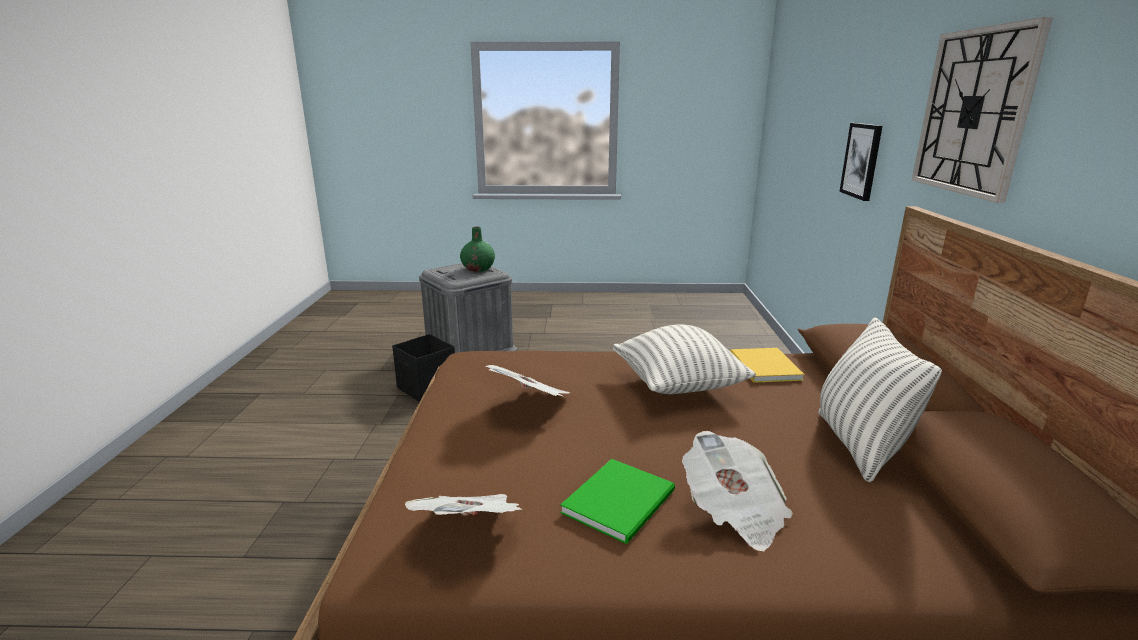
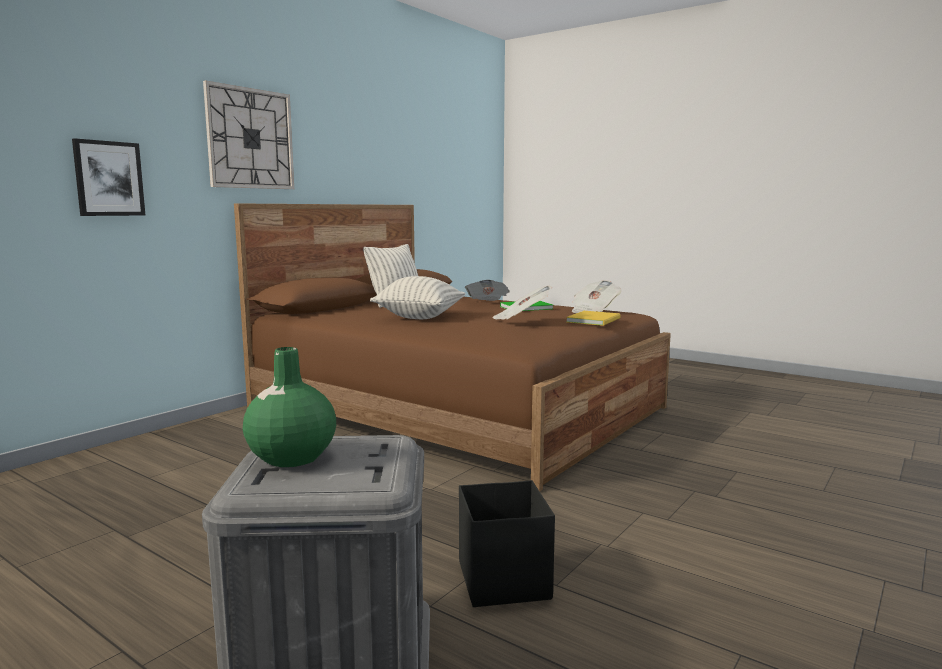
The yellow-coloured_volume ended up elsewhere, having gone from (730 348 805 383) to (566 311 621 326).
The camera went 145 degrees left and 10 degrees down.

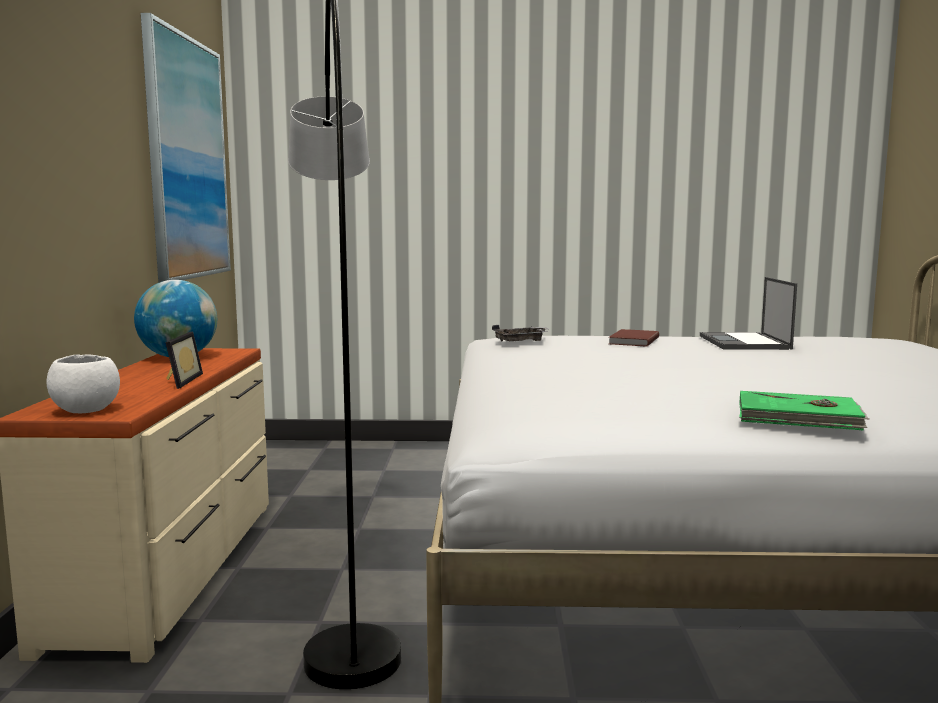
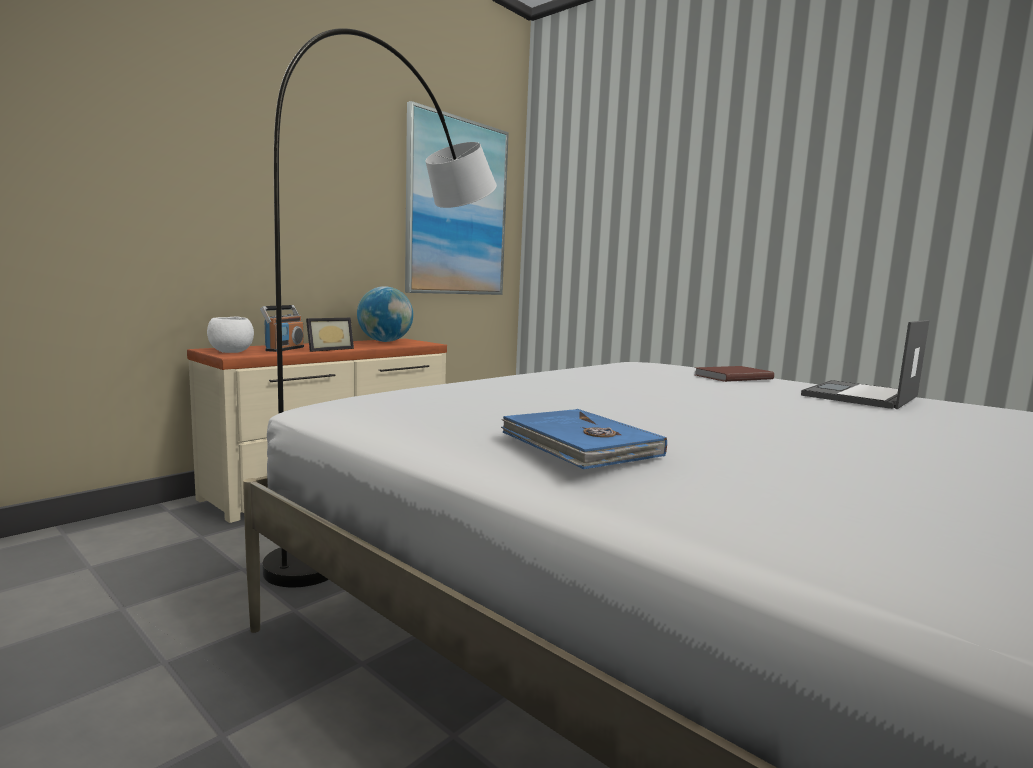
The second view gained the radio_receiver at (260 305 304 352).
What was the greenish_volume at (739 391 869 431) turned into the blue_volume at (501 409 667 469).
The second view lost the grey_carrying_tray at (492 325 549 341).
The camera went 40 degrees right and 0 degrees up.

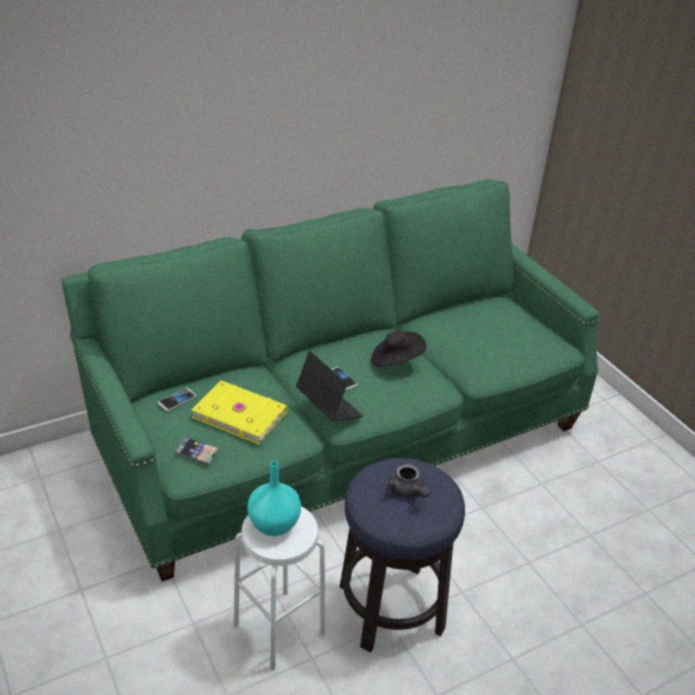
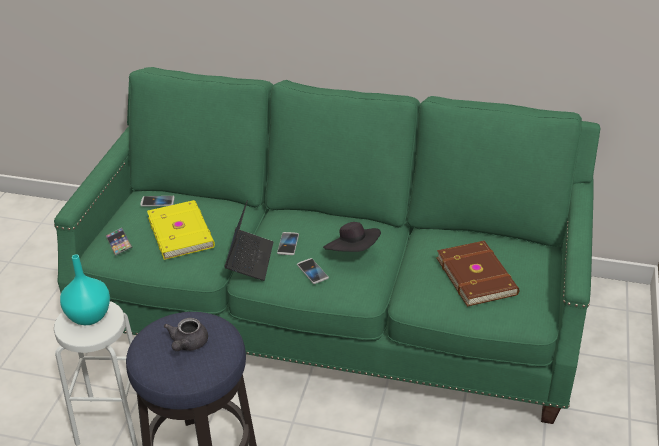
The second view gained the handset at (297 258 329 284).
The second view gained the brownish_volume at (437 241 519 307).
The camera went 45 degrees right and 0 degrees up.

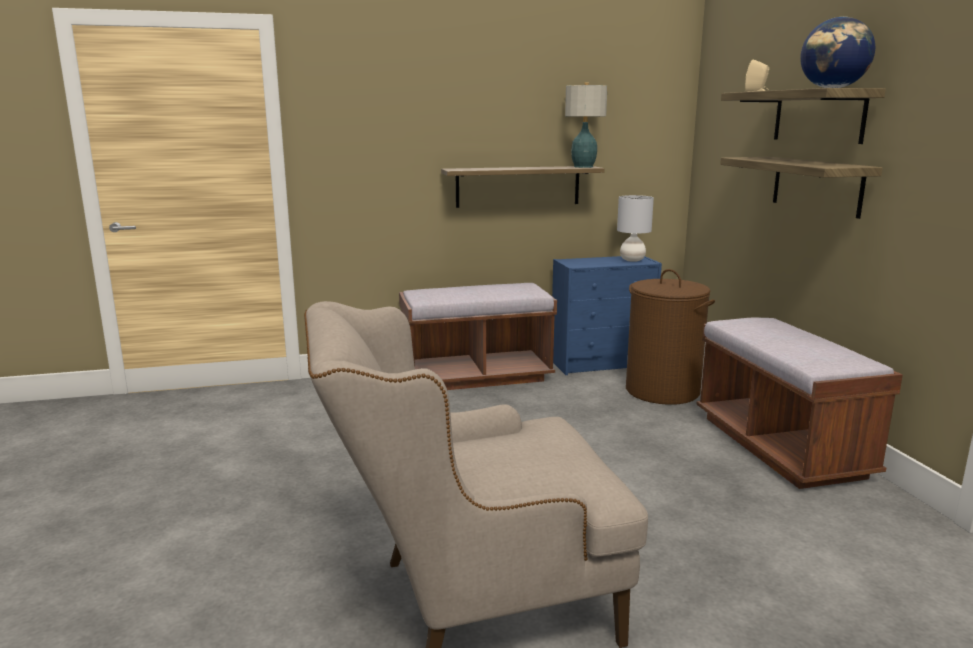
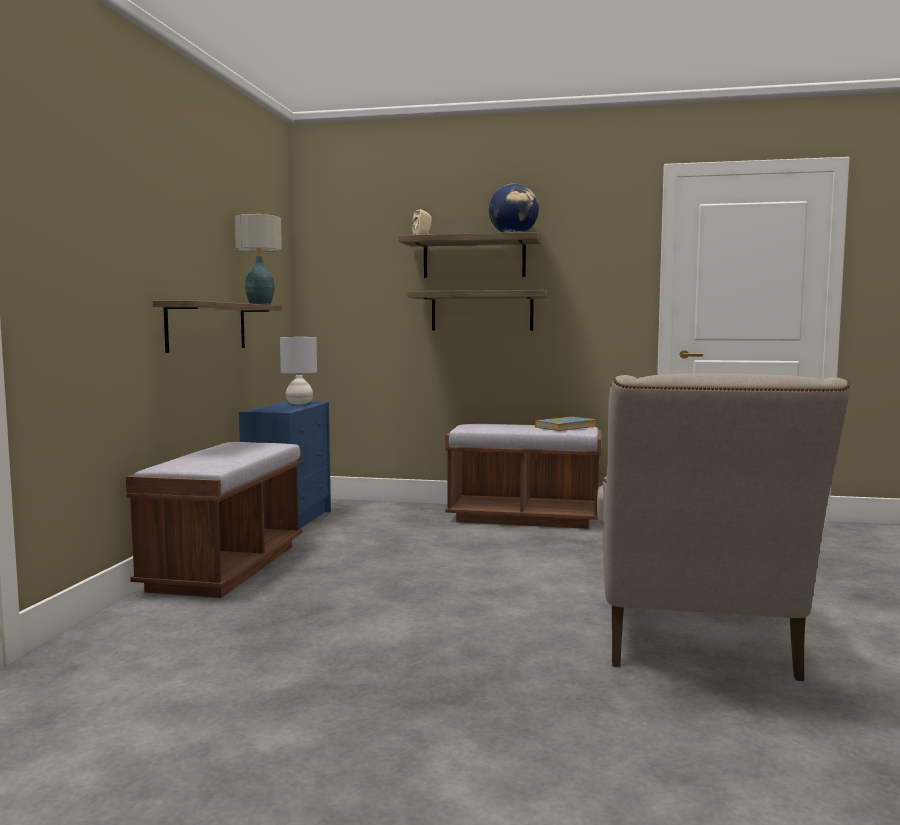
The second view gained the volume at (535 416 596 431).
The second view lost the brownish_washing_basket at (626 269 715 405).
The camera went 65 degrees left and 10 degrees down.

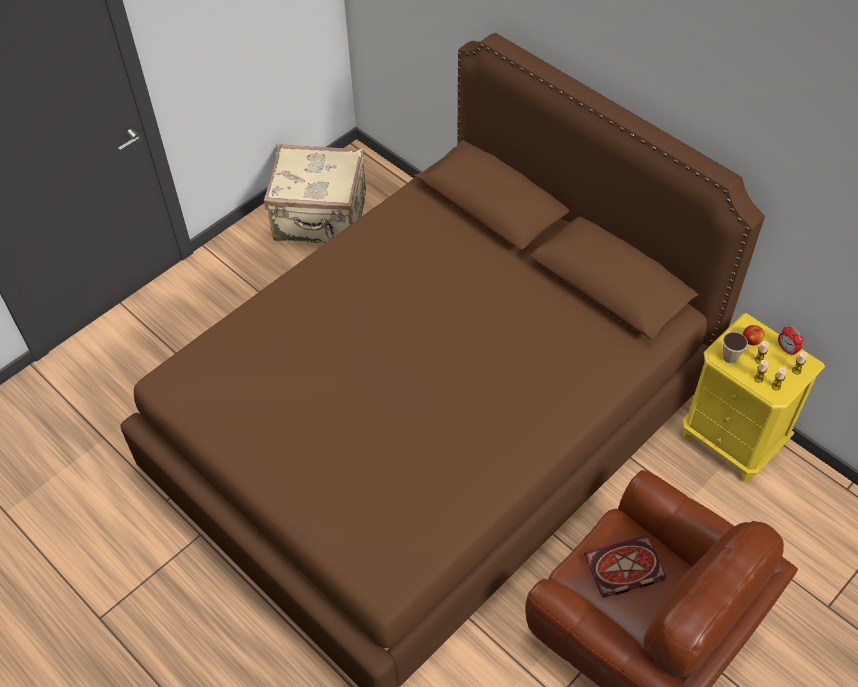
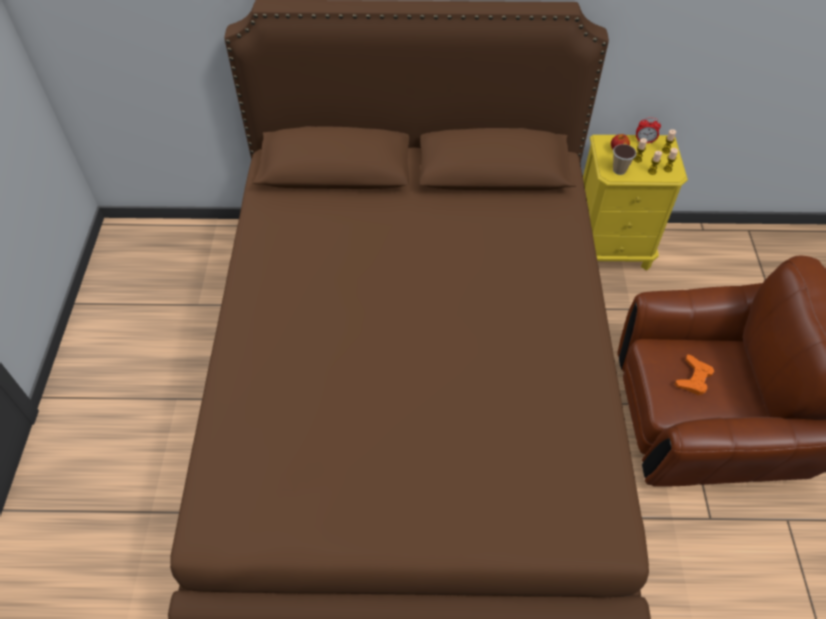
Where the volume stood at (584 535 666 598), the orangey_joypad came to stand at (675 354 714 395).
The second view lost the beige-coloured_piece_of_luggage at (264 144 366 243).
The camera went 45 degrees left and 0 degrees up.

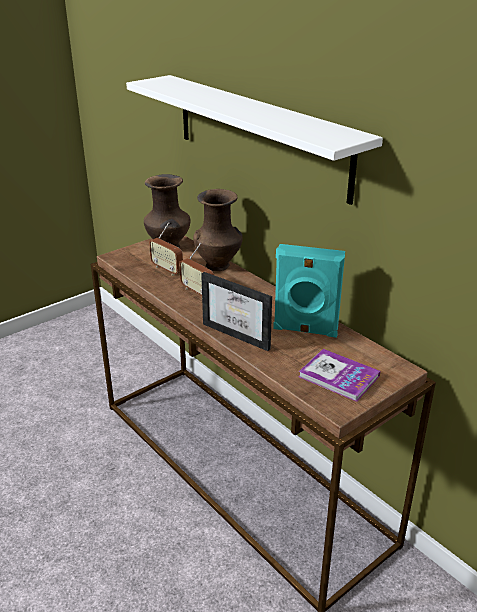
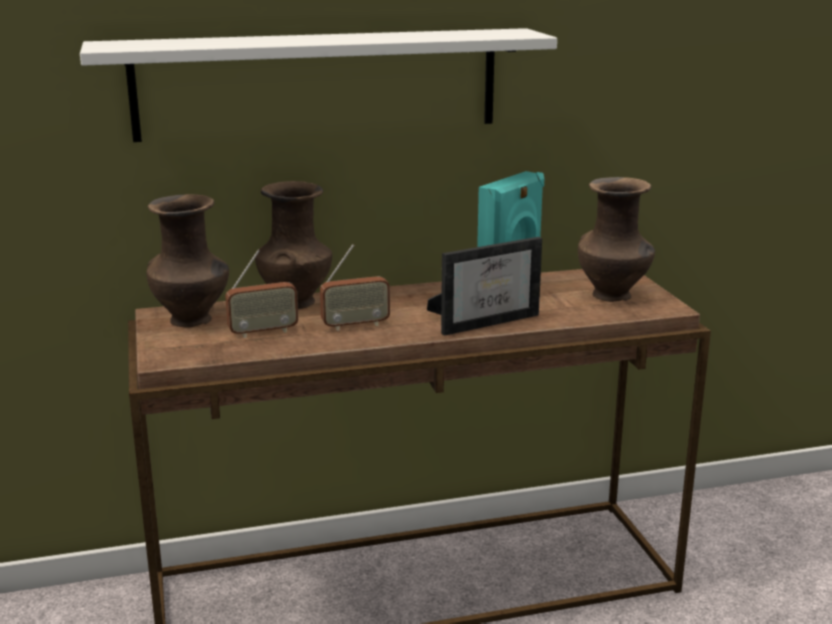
Where the volume stood at (299 349 380 402), the brownish_decorative_vase came to stand at (578 177 655 302).
The camera went 65 degrees left and 10 degrees down.

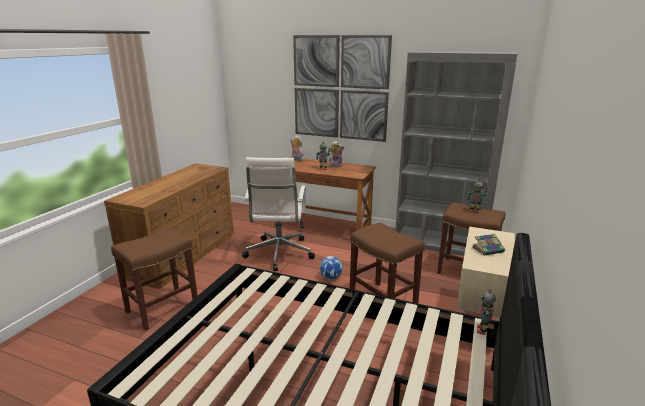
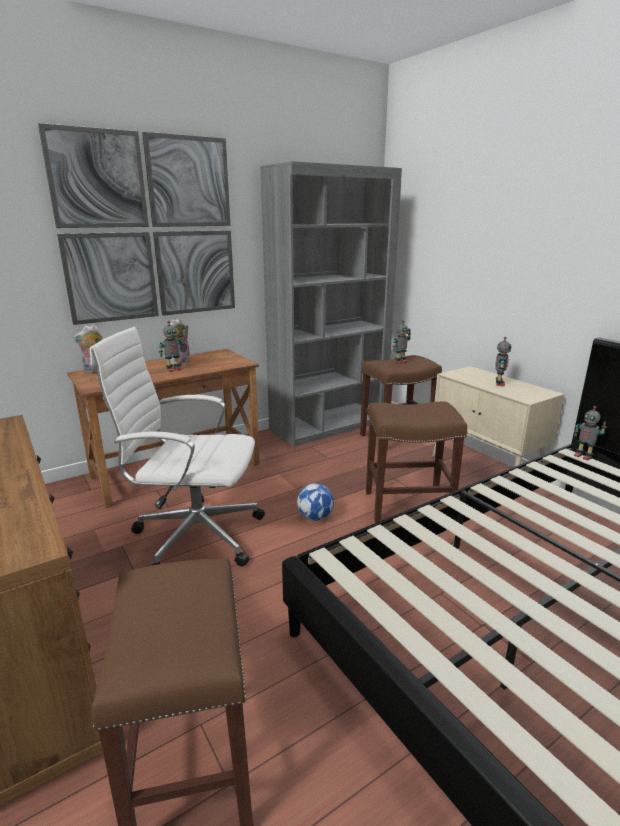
The white-coloured_desk_chair at (242 157 315 271) ended up facing another way, 150 degrees clockwise from before.
Where the volume stood at (472 234 505 256), the toy_robot came to stand at (495 337 511 387).
The camera went 55 degrees left and 0 degrees up.

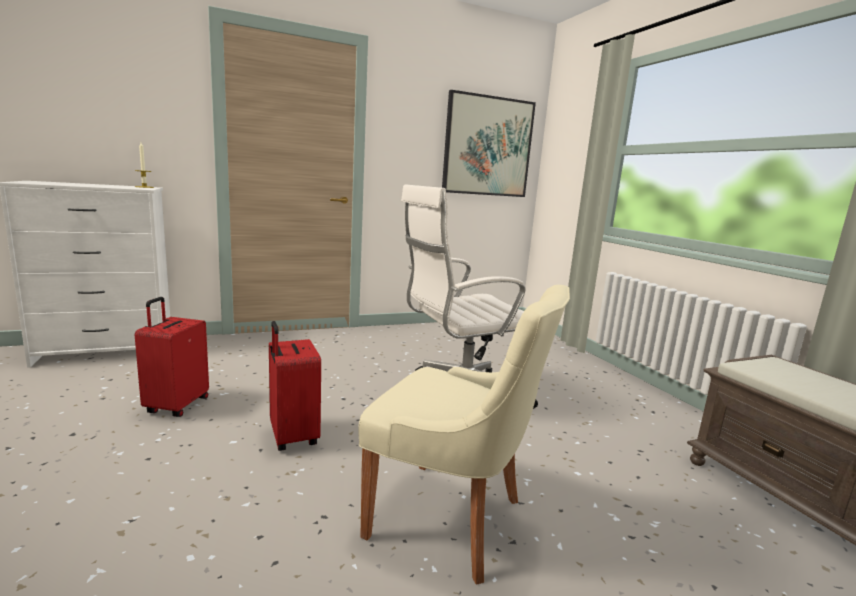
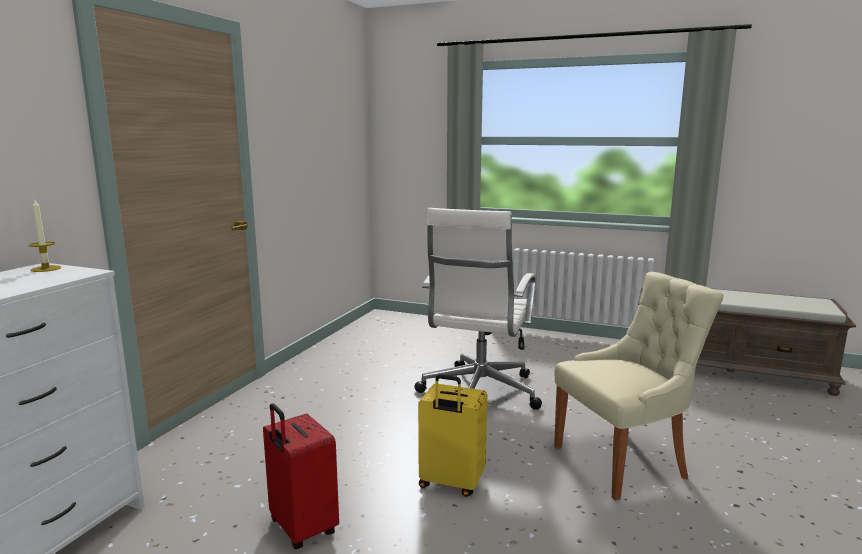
What was the reddish_piece_of_luggage at (269 321 321 451) turned into the yellow-coloured_piece_of_luggage at (418 374 488 497).
The second view lost the picture at (442 90 536 197).
The camera went 45 degrees left and 0 degrees up.

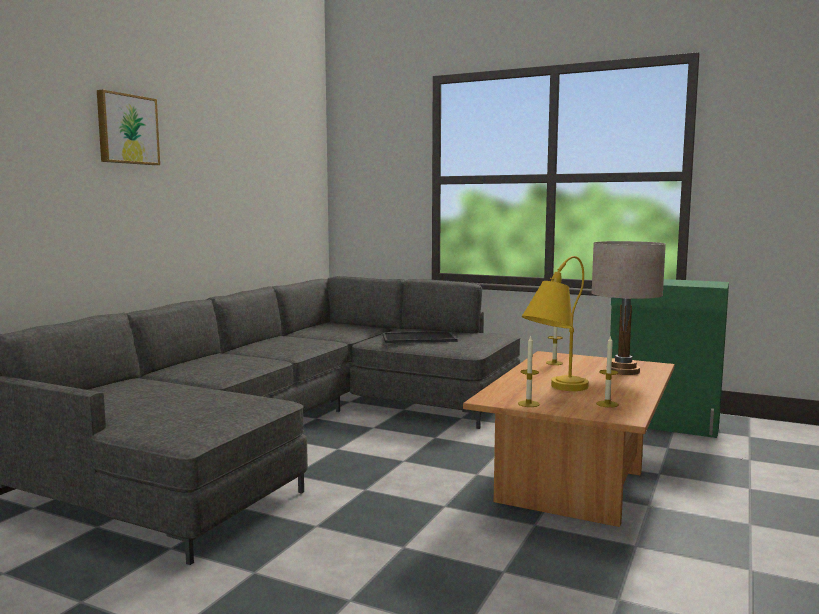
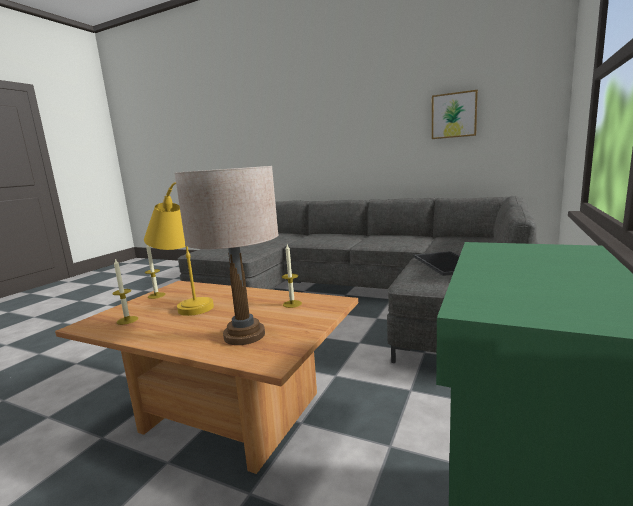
The picture ended up elsewhere, having gone from (97 90 160 165) to (432 90 478 139).
The camera went 90 degrees right and 5 degrees up.

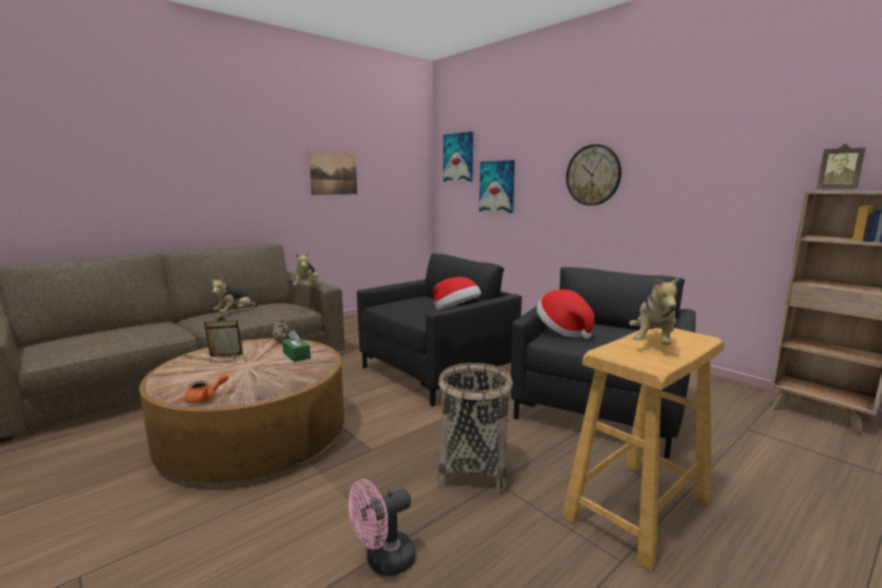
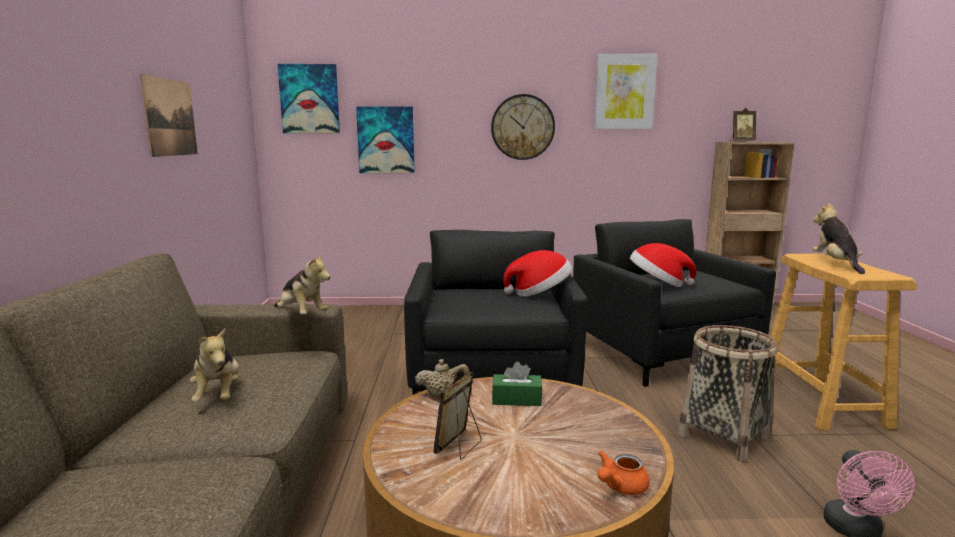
The second view gained the picture at (594 54 657 129).
The orangey_teapot at (185 374 229 404) ended up facing another way, 135 degrees counterclockwise from before.
The plush_toy at (629 276 680 345) ended up facing another way, 150 degrees counterclockwise from before.
The camera went 50 degrees left and 0 degrees up.

